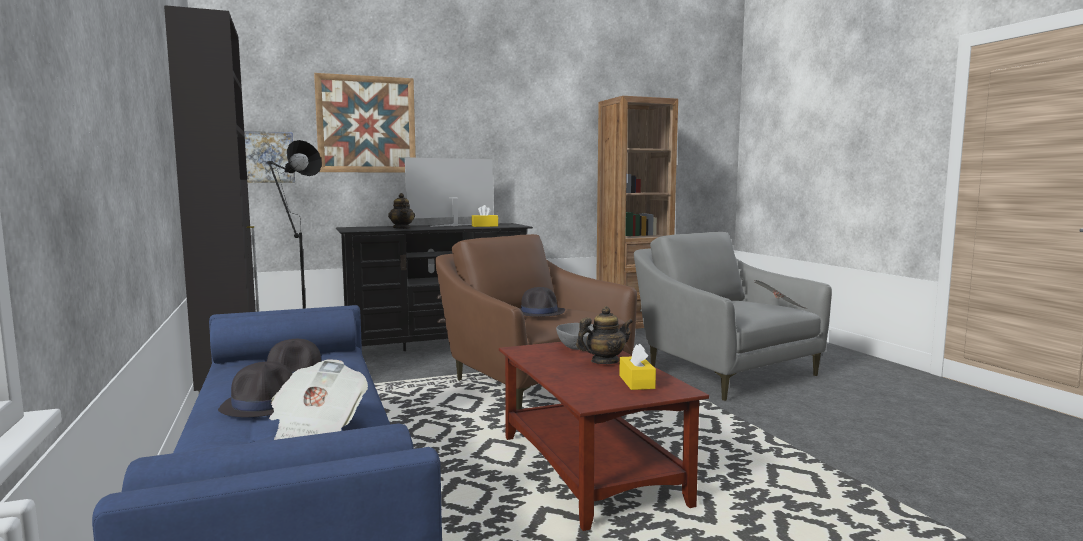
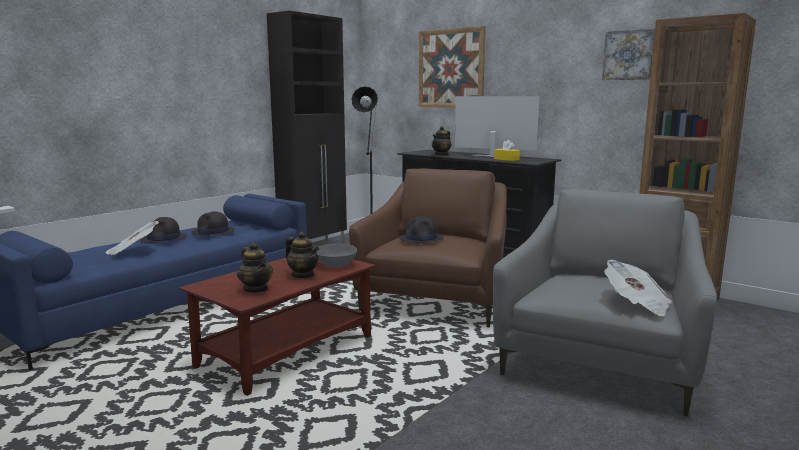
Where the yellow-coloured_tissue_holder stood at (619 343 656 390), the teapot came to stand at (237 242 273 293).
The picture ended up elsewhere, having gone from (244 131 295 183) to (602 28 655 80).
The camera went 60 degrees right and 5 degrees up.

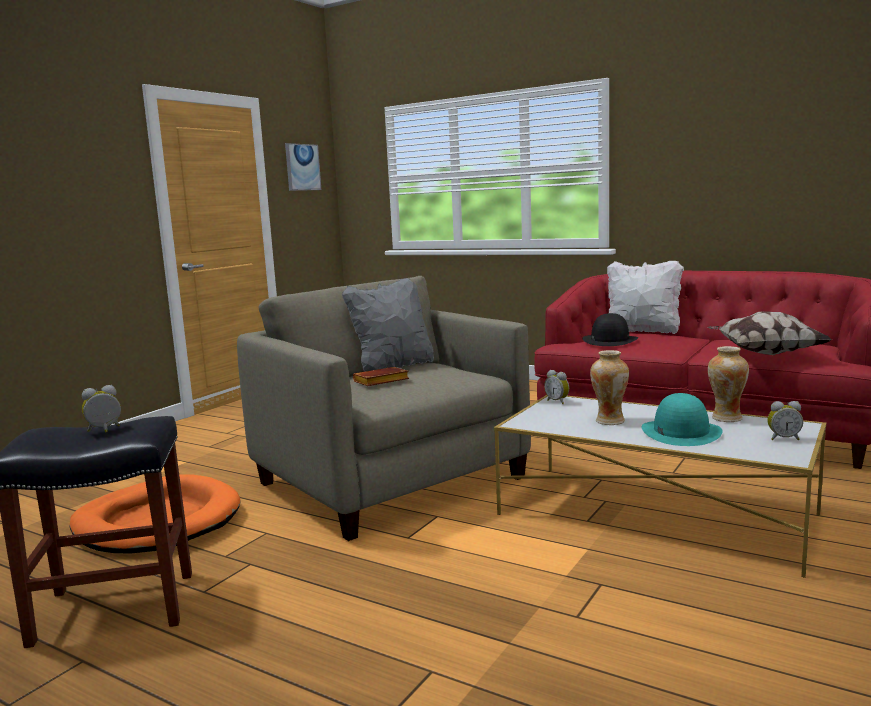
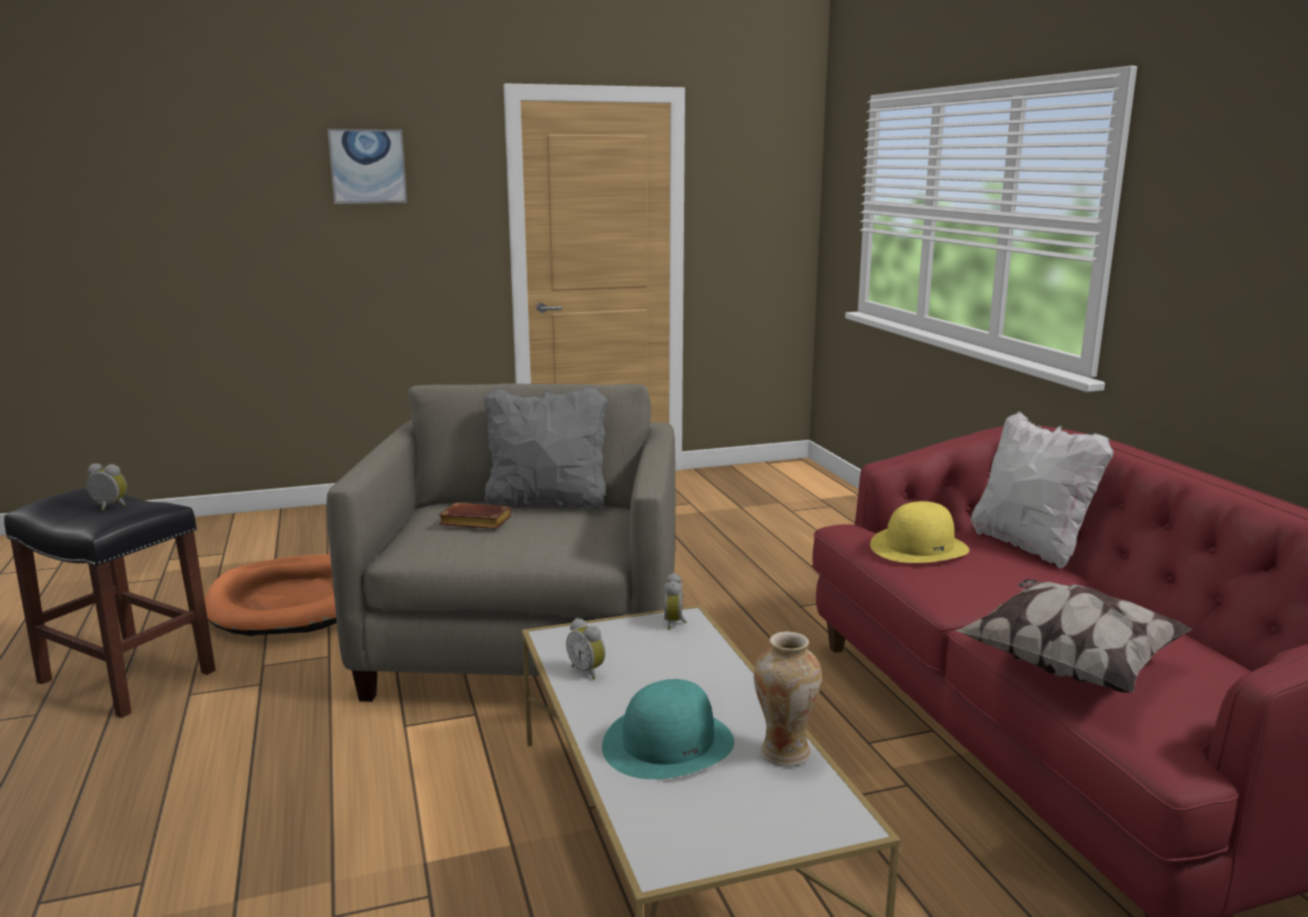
The picture ended up elsewhere, having gone from (285 143 321 191) to (327 129 407 204).
The alarm_clock ended up elsewhere, having gone from (767 401 803 440) to (566 618 605 679).
What was the black-coloured_hat at (583 313 638 346) turned into the yellow-coloured_hat at (870 501 969 563).
The second view lost the decorative_vase at (590 350 629 425).
The camera went 40 degrees right and 5 degrees up.

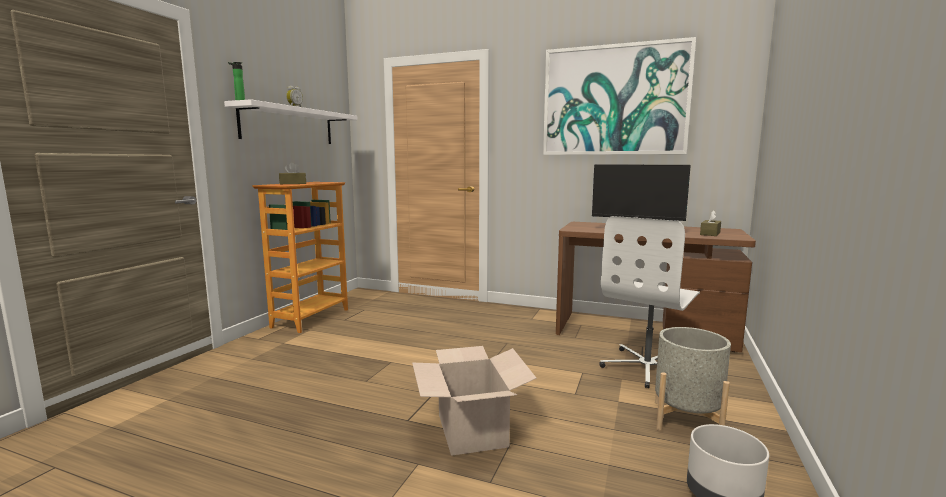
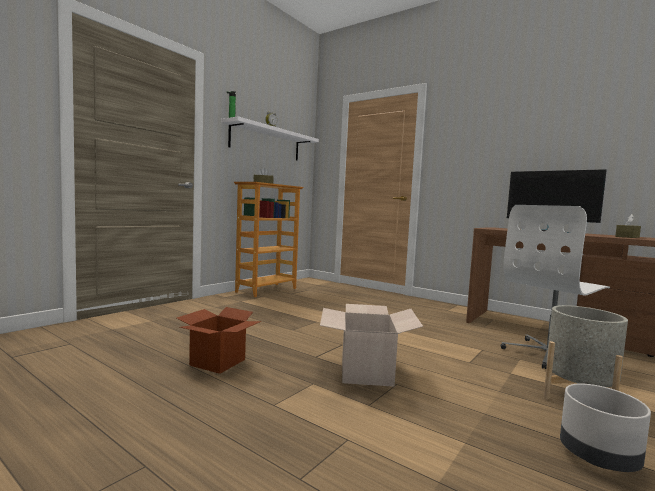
The second view gained the packing_box at (177 307 261 374).
The second view lost the picture at (543 37 696 155).
The camera went 15 degrees right and 5 degrees down.

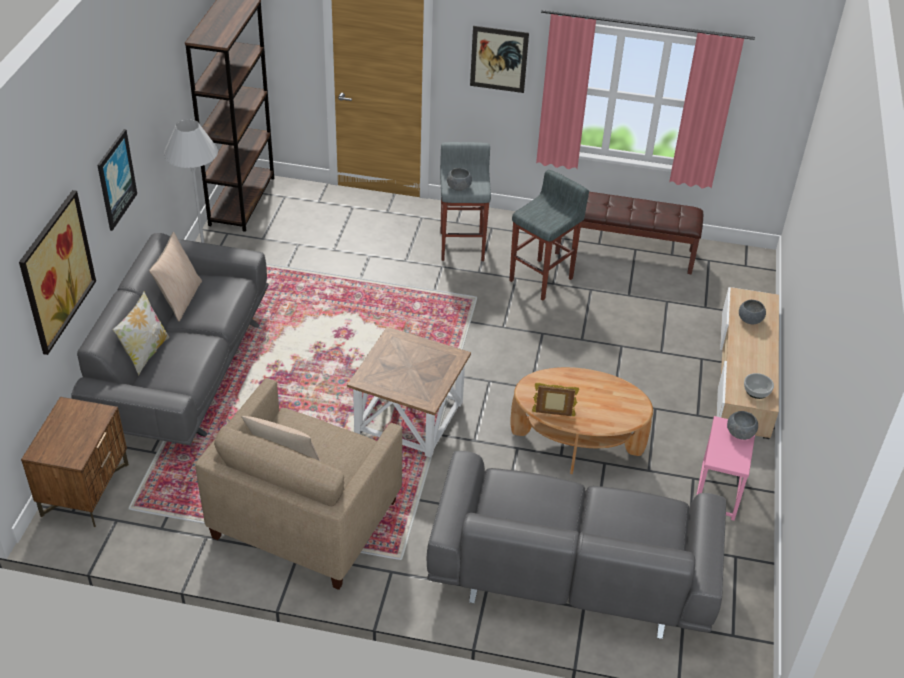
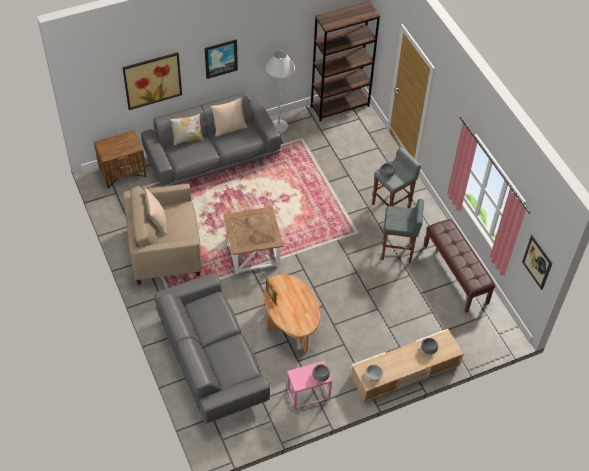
The picture ended up elsewhere, having gone from (470 26 529 93) to (522 235 552 290).
The camera went 55 degrees right and 10 degrees up.

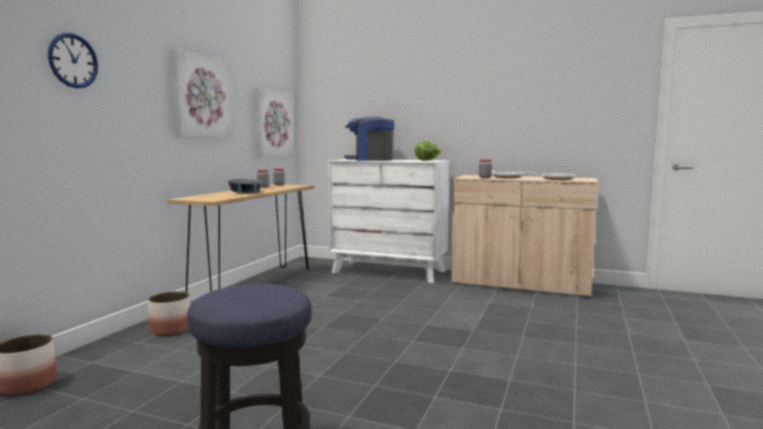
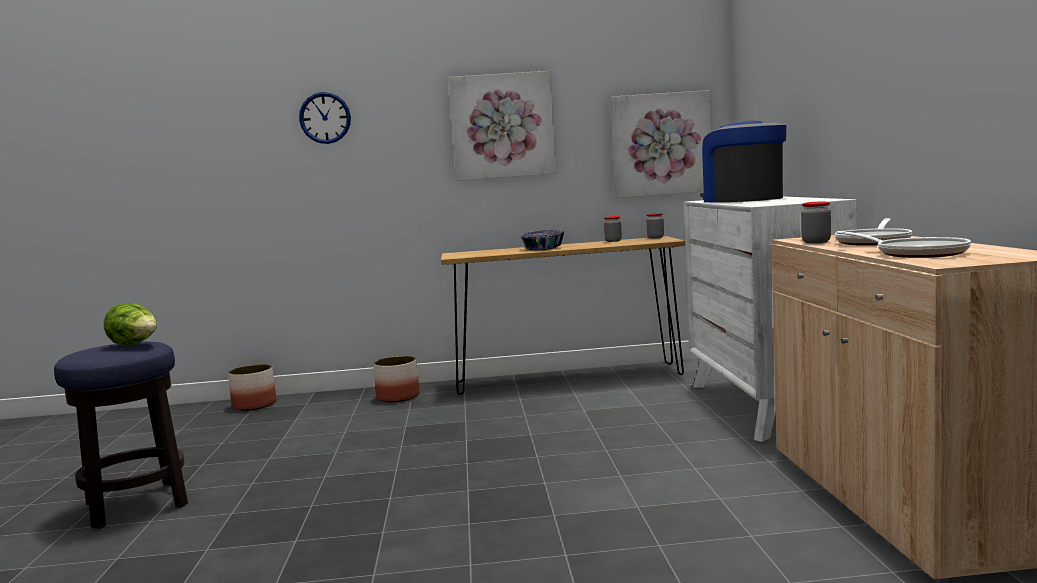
The head_of_lettuce ended up elsewhere, having gone from (415 141 441 161) to (104 303 157 346).
The camera went 65 degrees right and 0 degrees up.

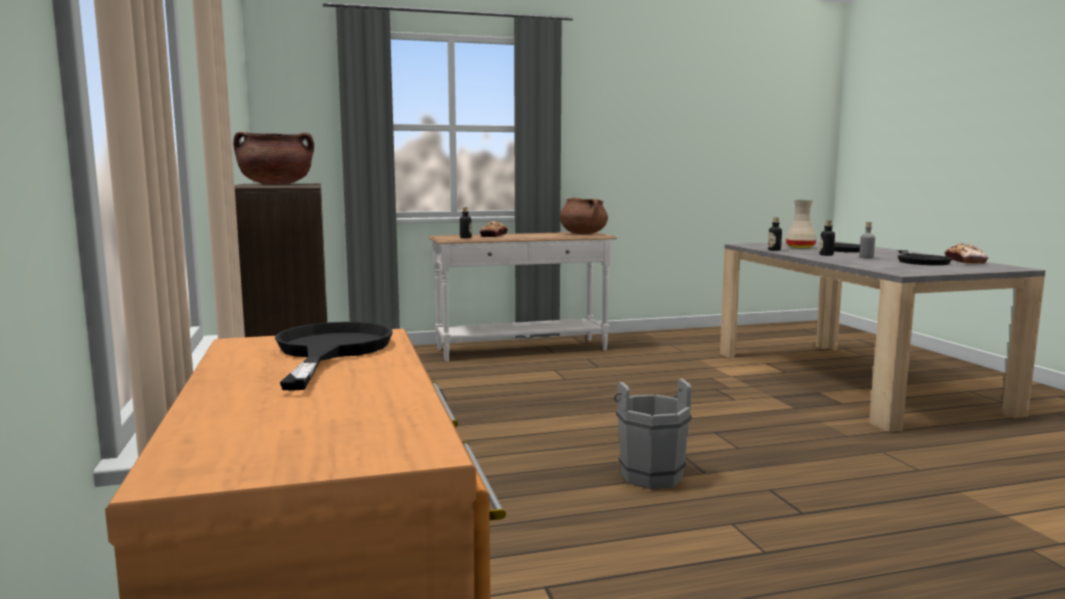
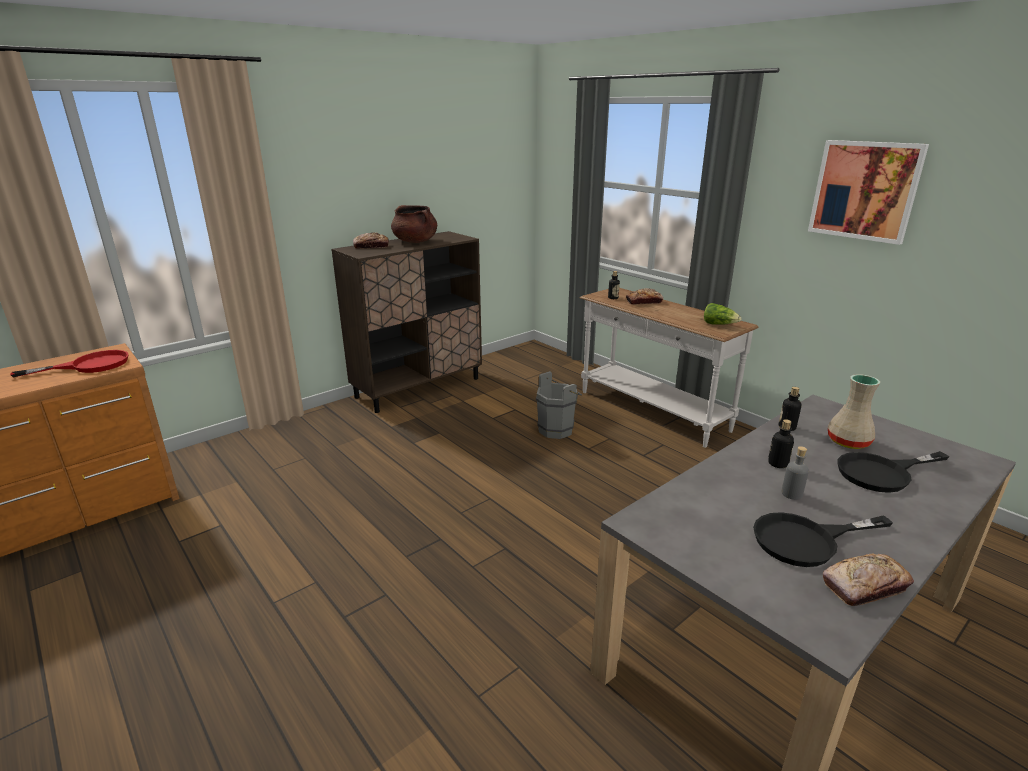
What was the black-coloured_pan at (275 322 393 390) turned into the reddish_pan at (10 350 129 377).
The second view gained the bakery_bread at (353 232 389 249).
The grey_water_bucket ended up elsewhere, having gone from (614 378 692 489) to (536 371 582 439).
Where the brownish_stockpot stood at (560 197 608 234), the head_of_lettuce came to stand at (704 303 741 325).
The second view gained the picture at (808 140 929 245).
The camera went 65 degrees right and 15 degrees up.

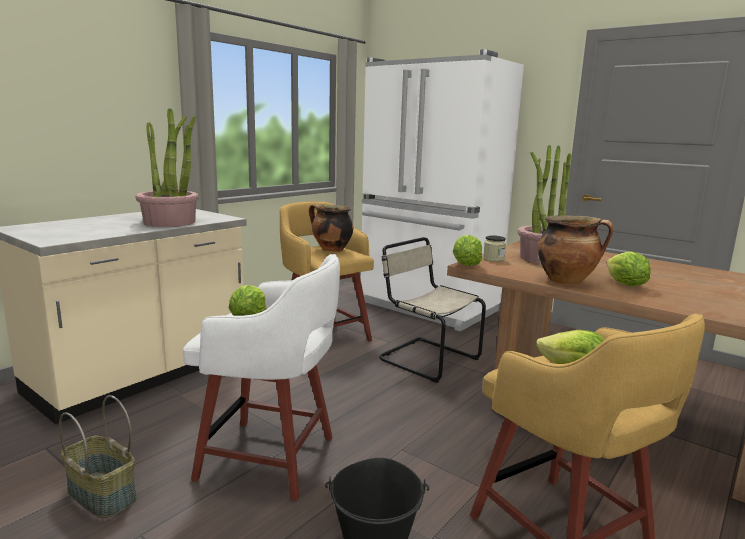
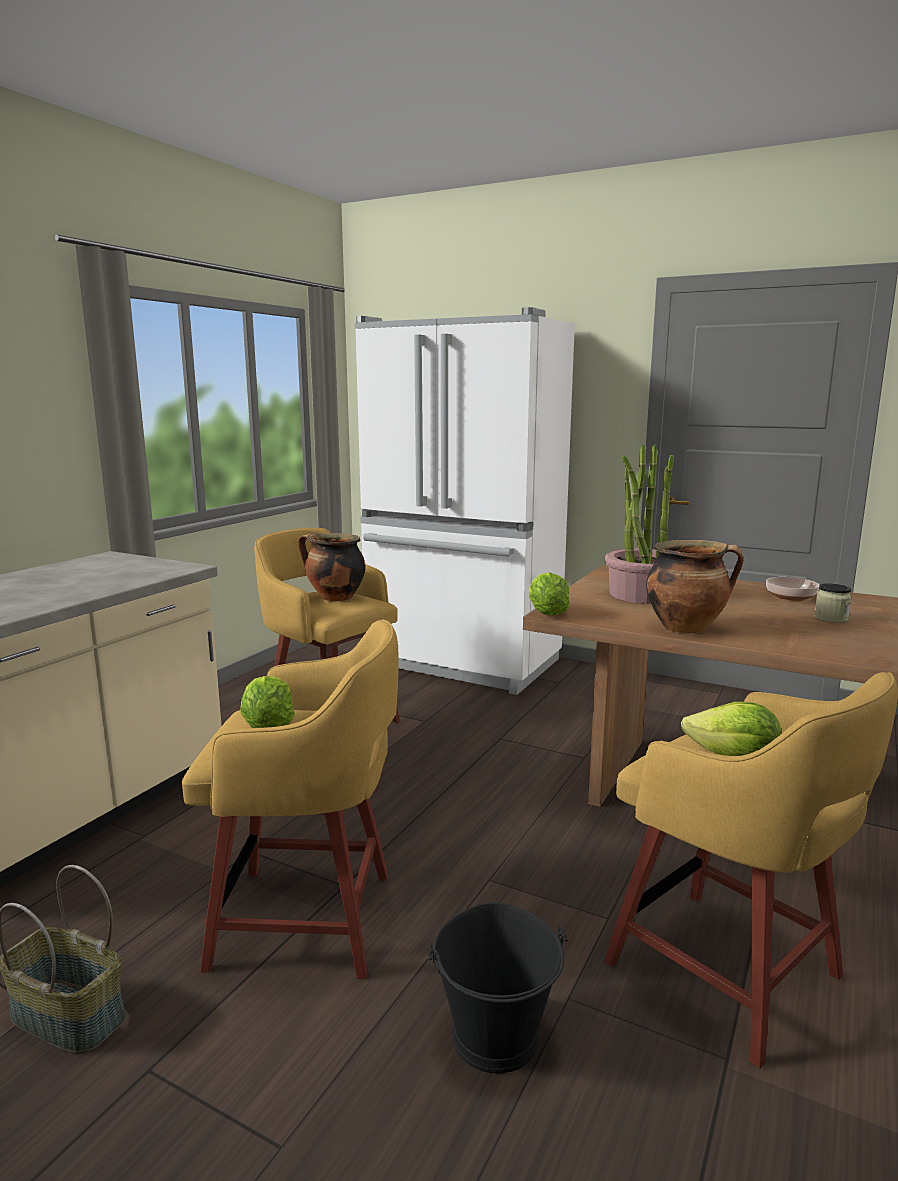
What was the white-coloured_stool at (183 254 340 501) turned into the yellow-coloured_stool at (182 619 399 979).
The second view gained the bowl at (766 577 820 601).
The storage_jar ended up elsewhere, having gone from (483 235 506 262) to (814 583 852 623).
The second view lost the houseplant at (135 108 199 227).
The second view lost the beige-coloured_plain_chair at (379 237 486 383).
The second view lost the head_of_lettuce at (607 251 651 286).
The camera went 10 degrees left and 0 degrees up.

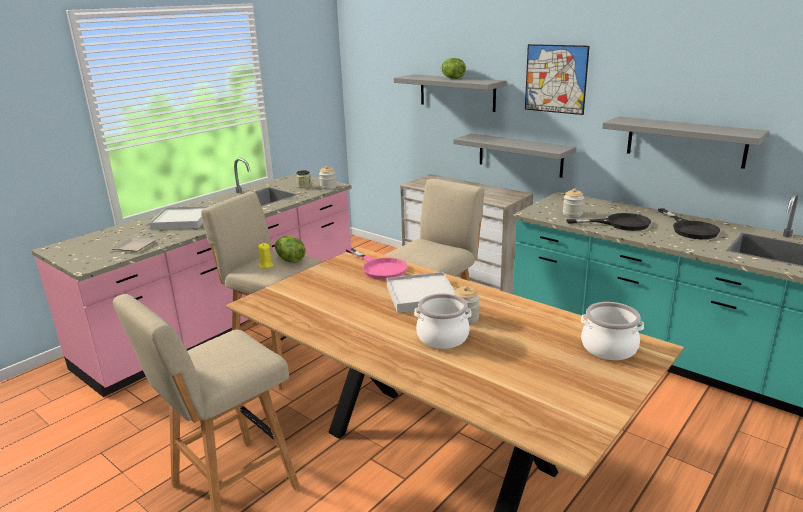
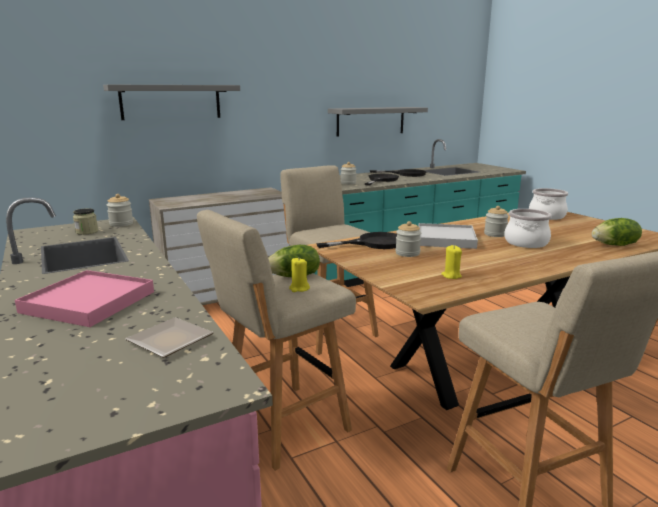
What was the white-coloured_carrying_tray at (149 206 209 230) turned into the pink-coloured_carrying_tray at (15 270 154 327).
What was the pink-coloured_pan at (346 248 407 280) turned into the black-coloured_pan at (316 232 397 249).
The second view gained the storage_jar at (396 221 421 257).
The second view gained the yellow-coloured_wax_light at (441 245 462 279).
The head_of_lettuce ended up elsewhere, having gone from (441 58 466 79) to (592 218 642 246).
The second view lost the grey_bracket_shelf at (453 133 576 178).
The second view lost the picture at (525 44 590 115).
The camera went 70 degrees left and 5 degrees down.

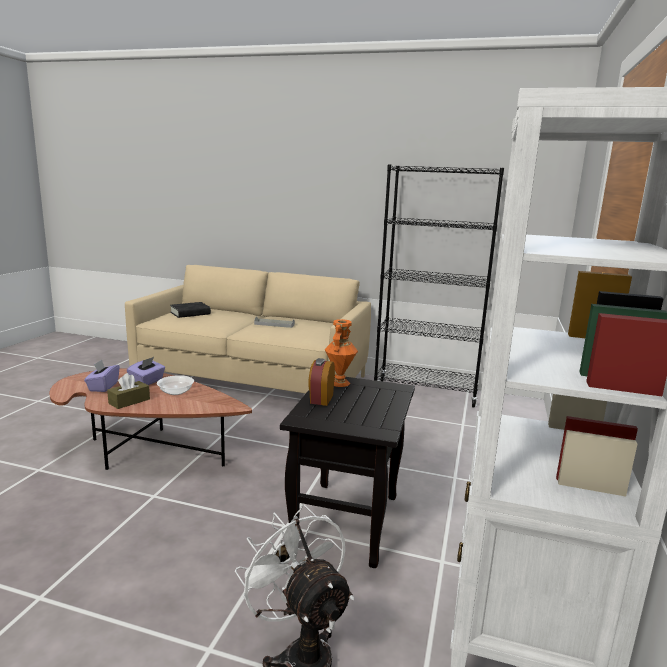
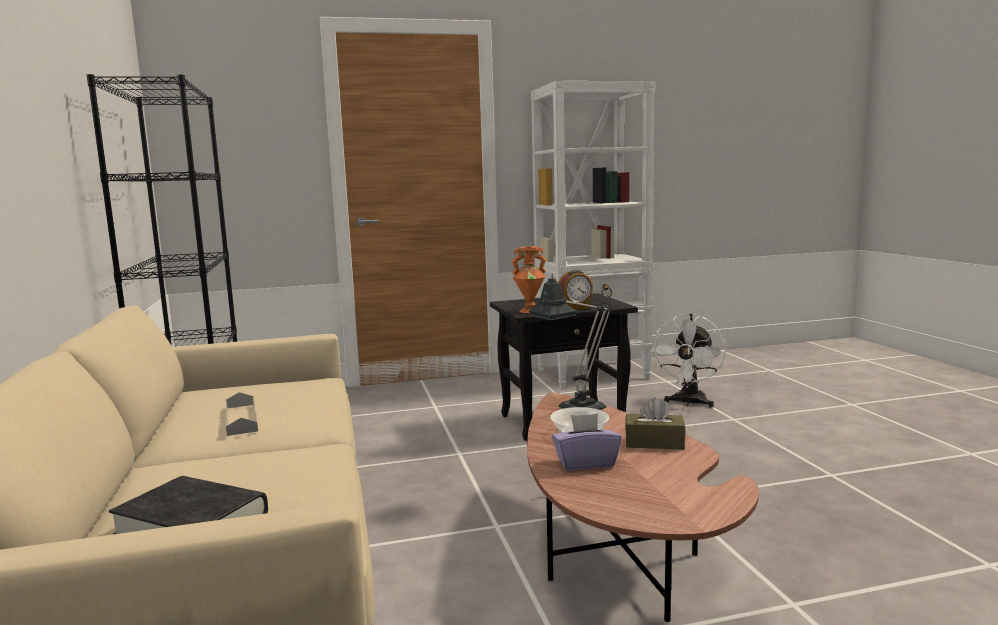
The second view gained the table_lamp at (529 275 612 410).
The second view lost the purple_tissue_holder at (84 359 120 392).
The camera went 120 degrees left and 5 degrees down.

